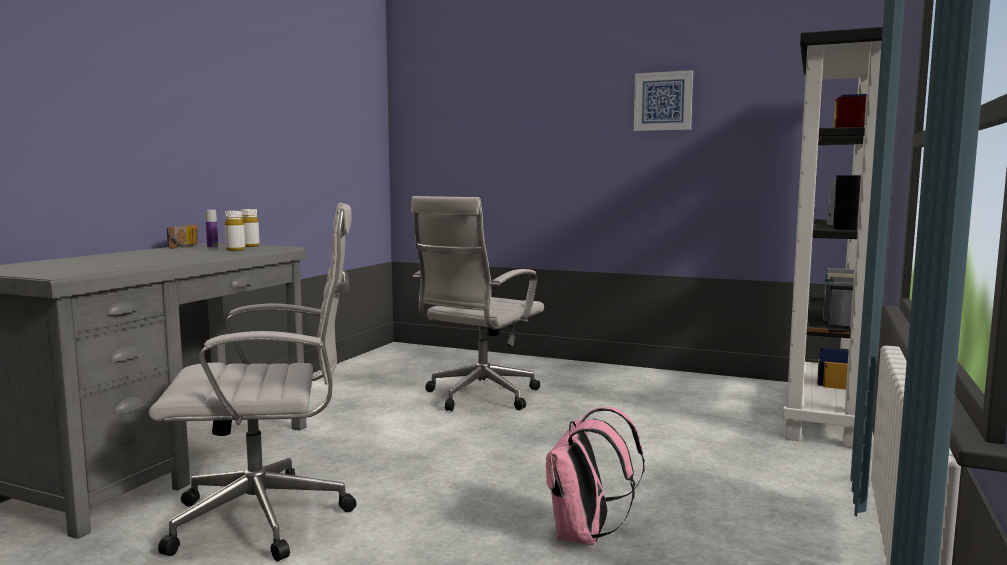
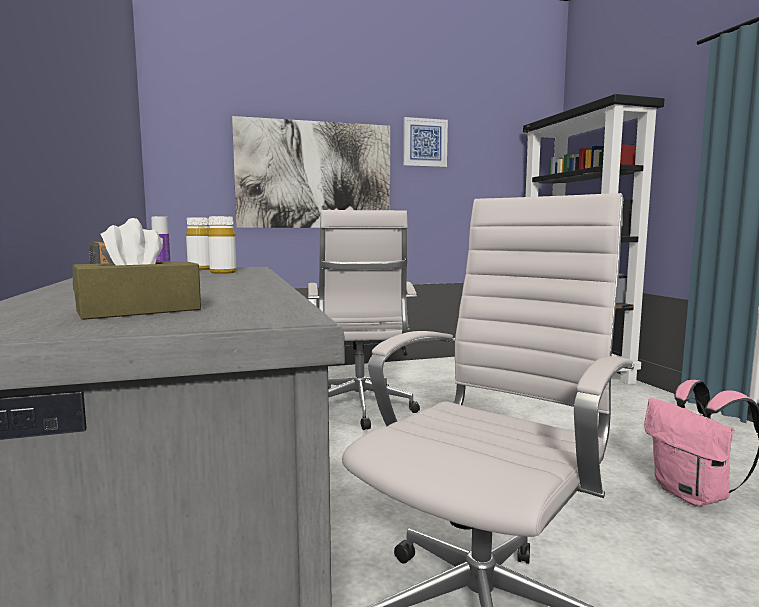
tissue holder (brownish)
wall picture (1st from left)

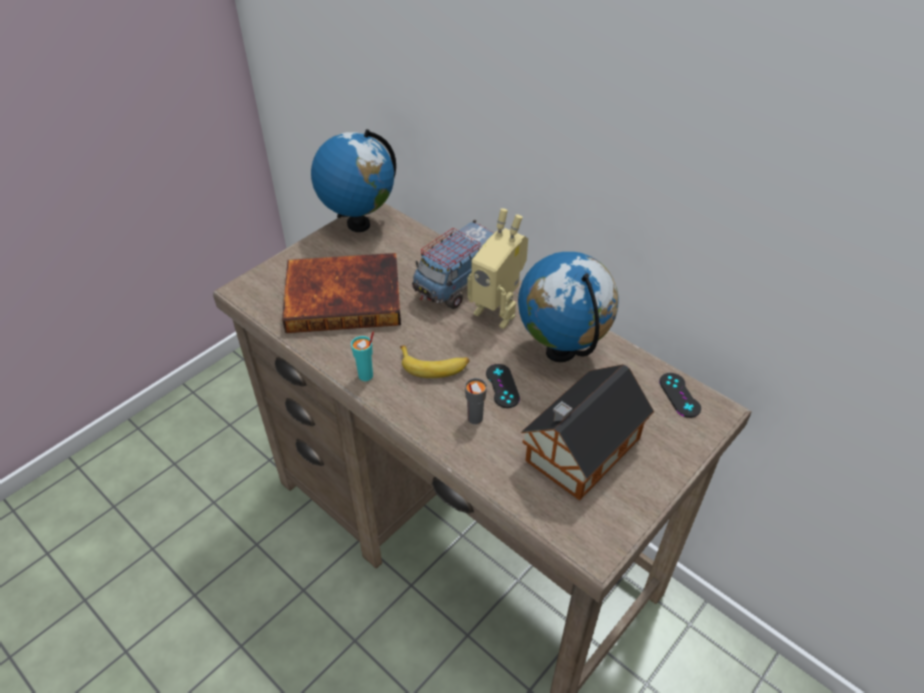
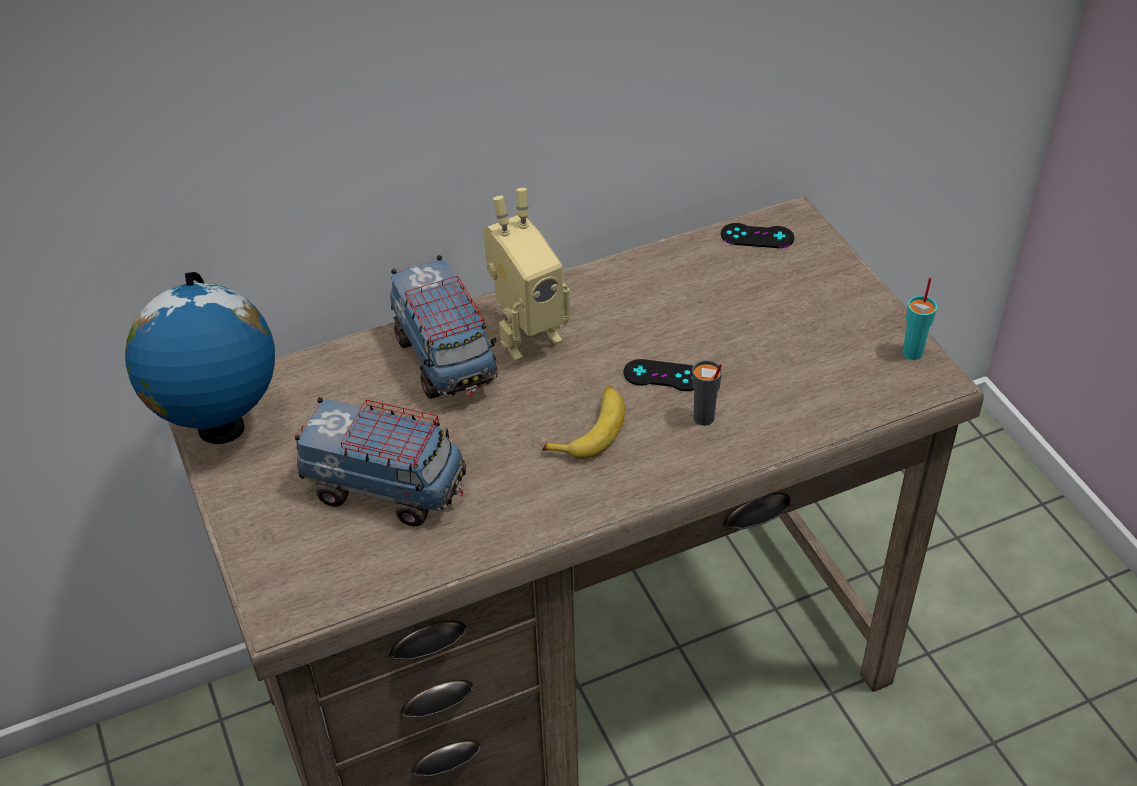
toy lorry (1st from left)
small cup (turquoise-coloured)
desk globe (2nd from left in the first image)
toy house

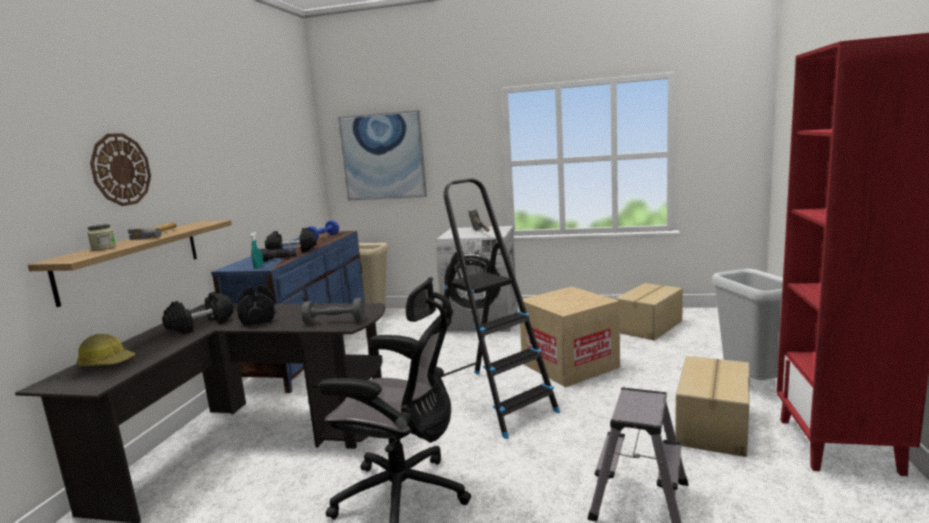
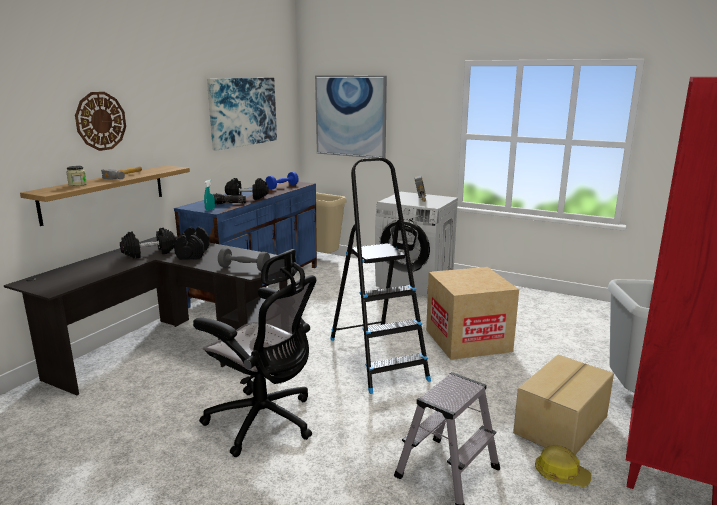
safety helmet
cardboard box (2nd from left in the first image)
wall picture (1st from left)

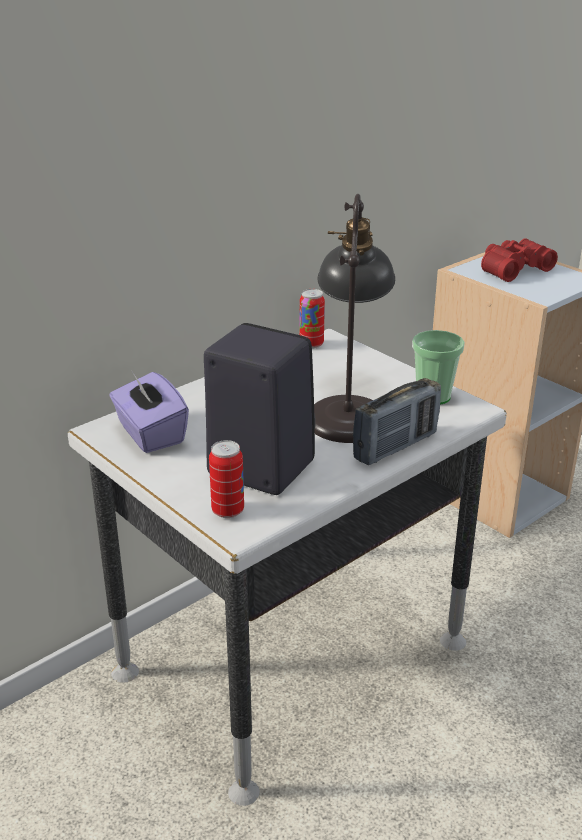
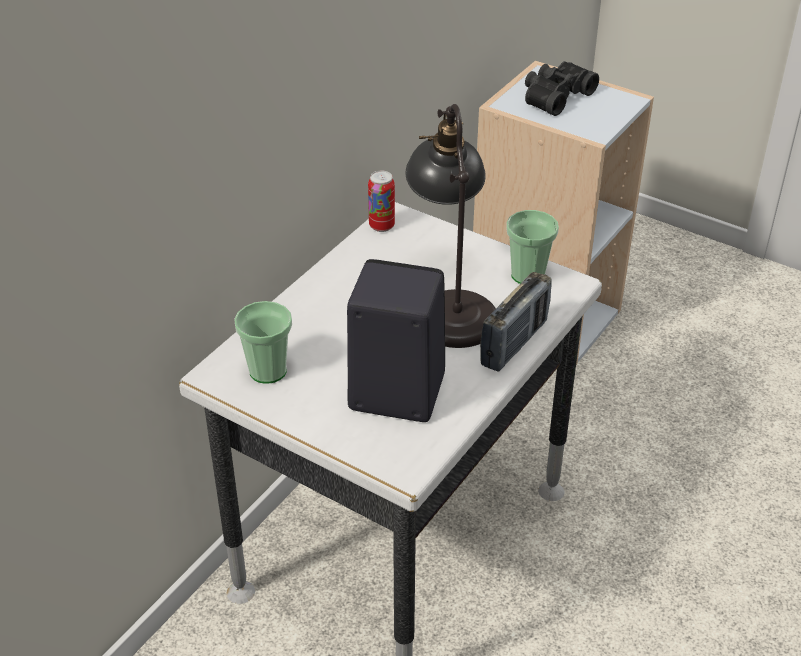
small cup (1st from left)
can (1st from left in the first image)
pair of binoculars (black-coloured)

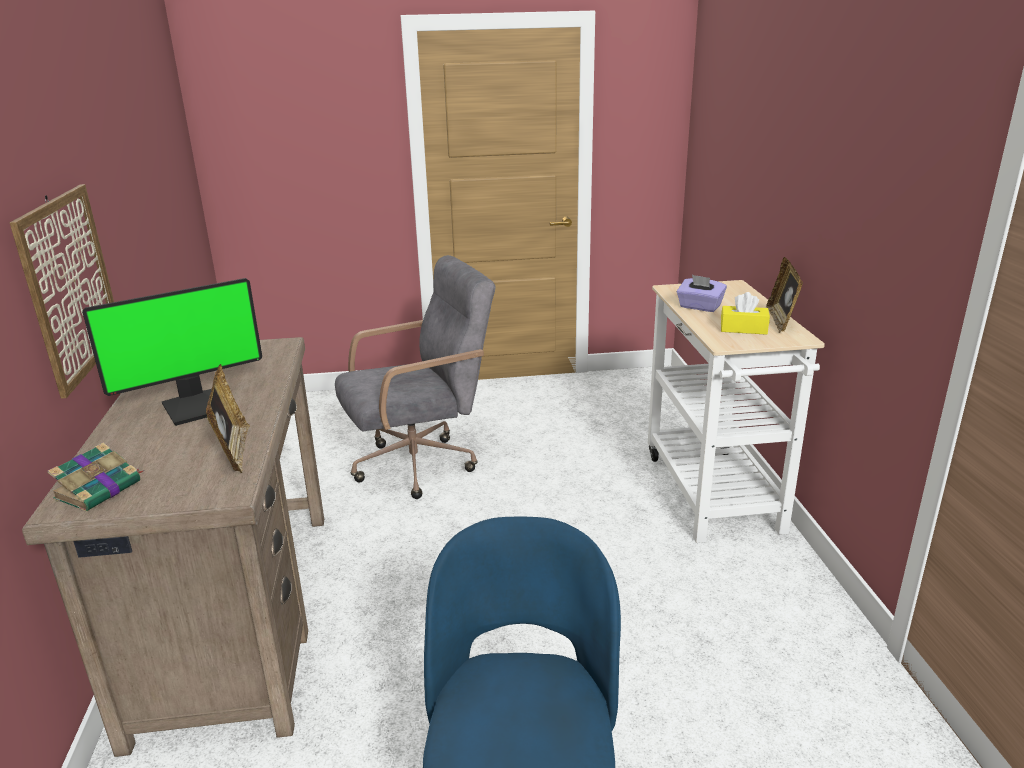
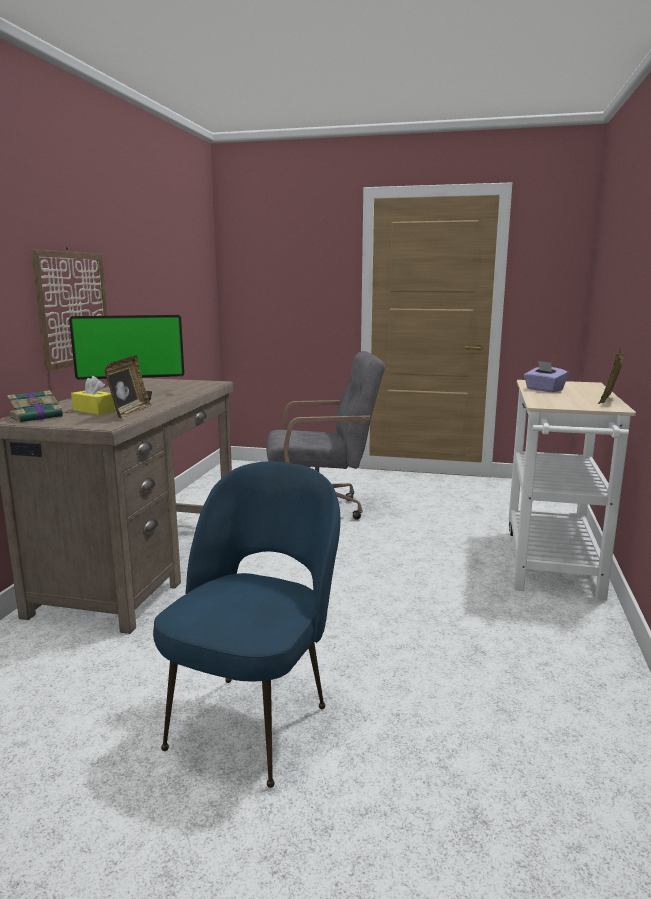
tissue holder (yellowish)

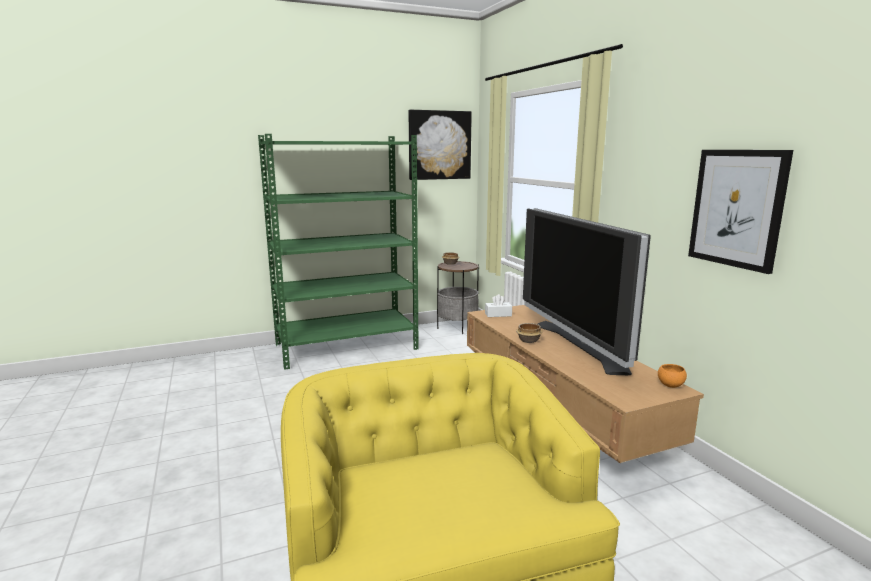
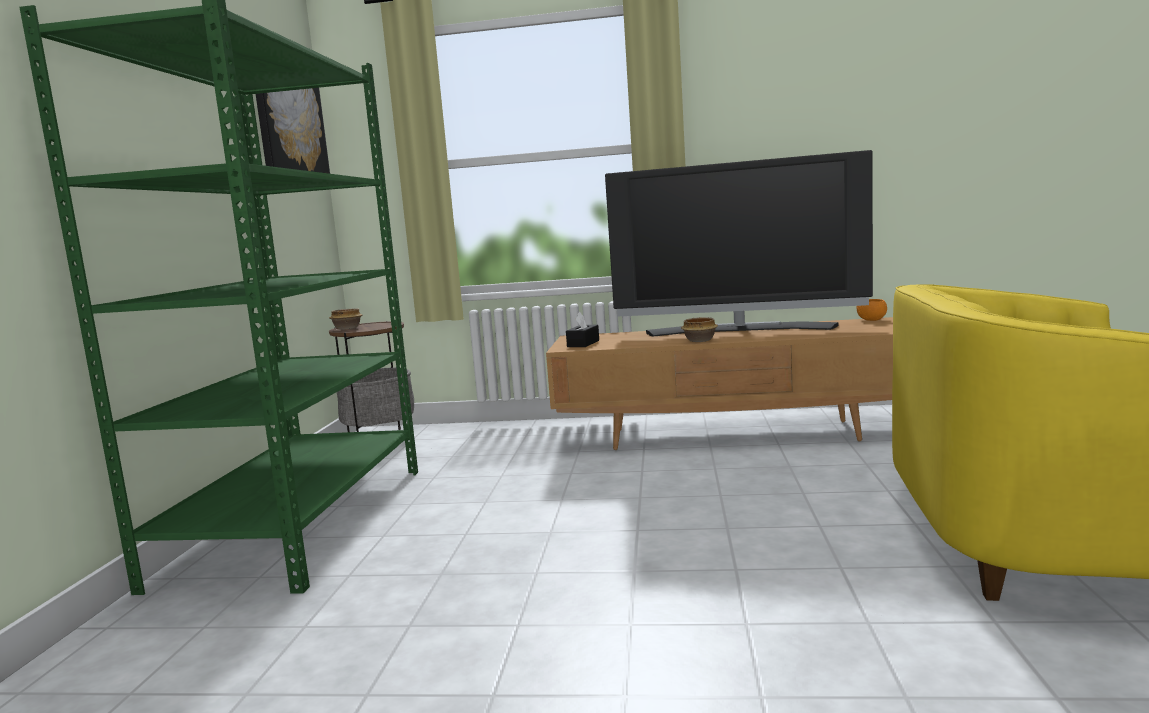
tissue holder (black-coloured)
wall picture (2nd from left in the first image)

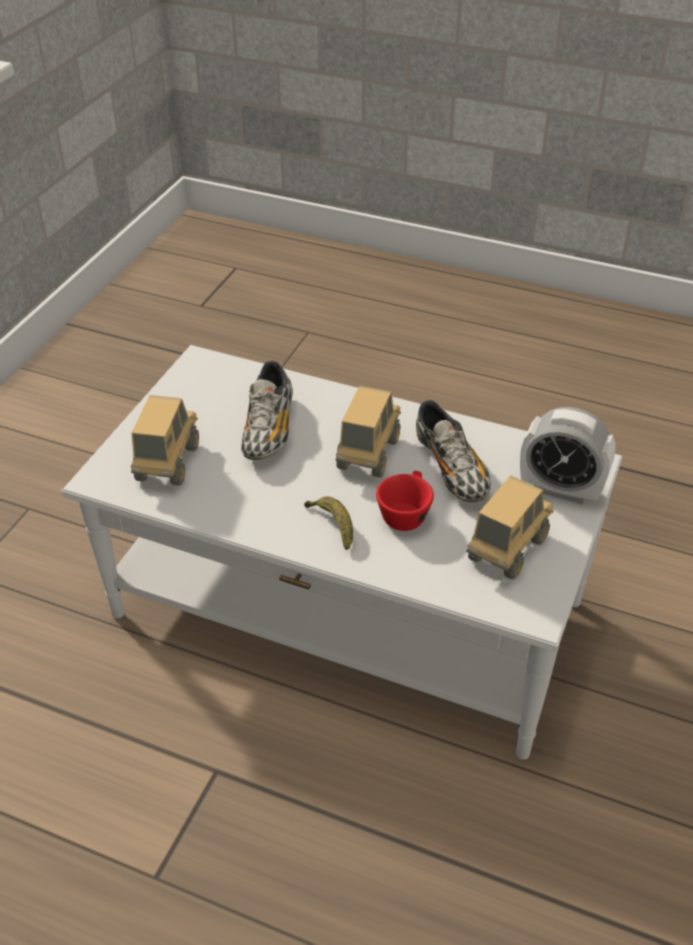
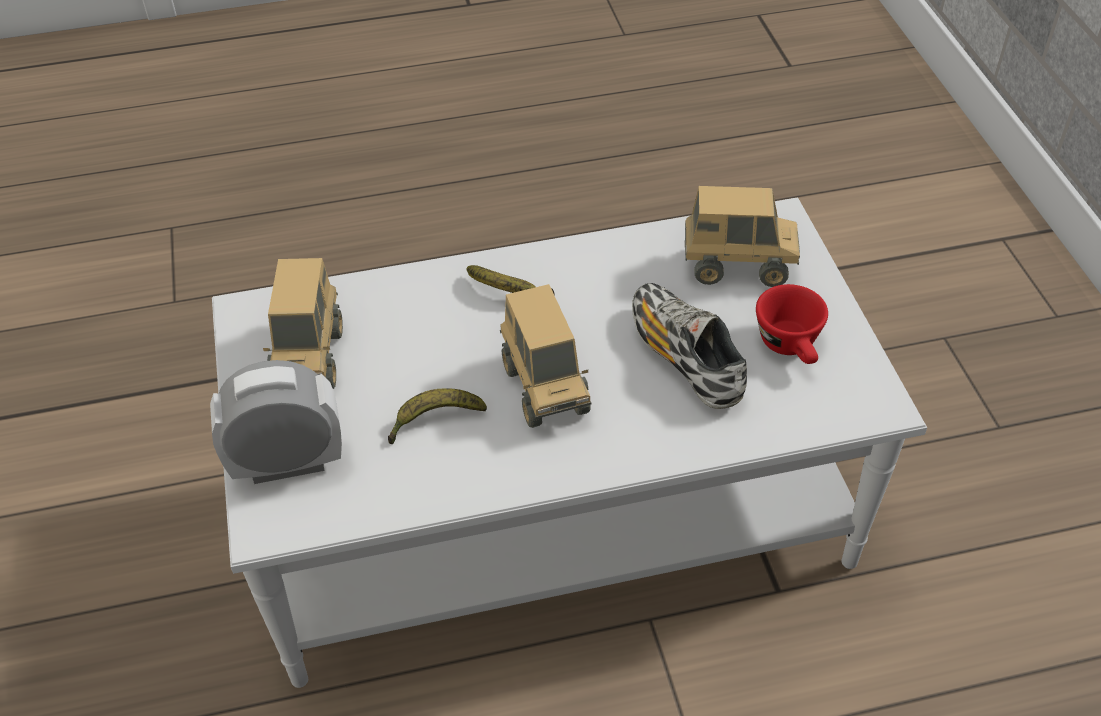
toy lorry (3rd from left)
small cup (red-coloured)
whole banana (1st from left)

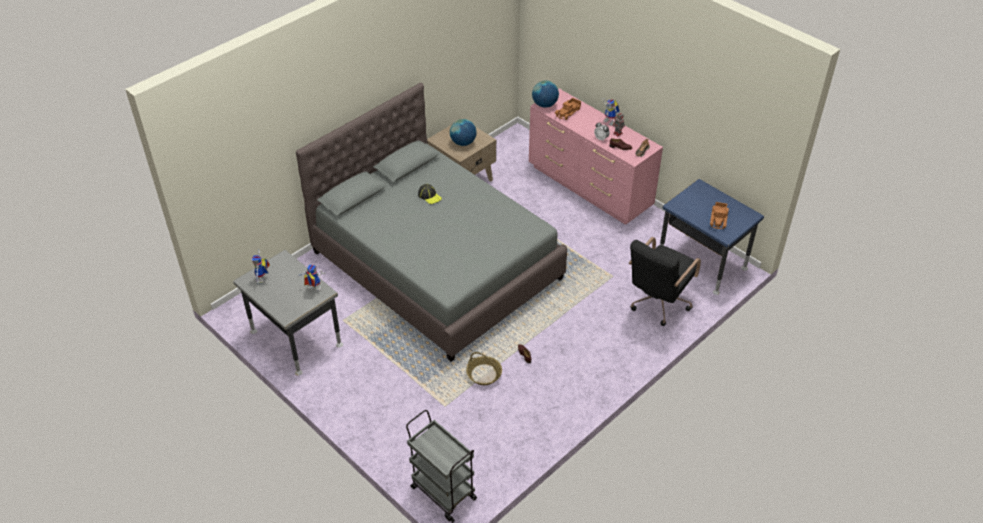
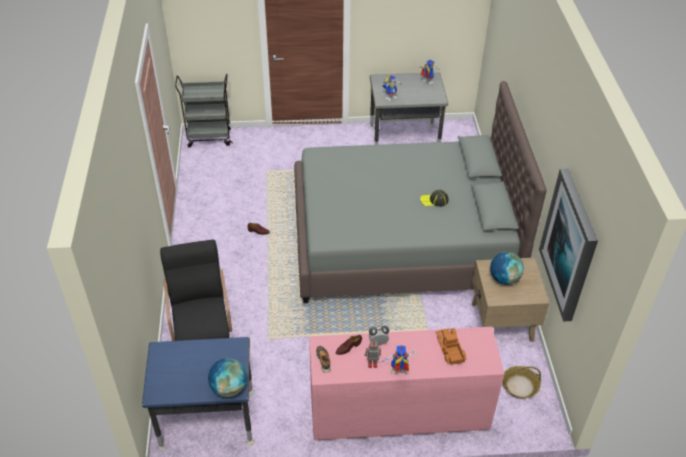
household basket
desk globe (1st from left)
toy lorry (2nd from left in the first image)
wall picture

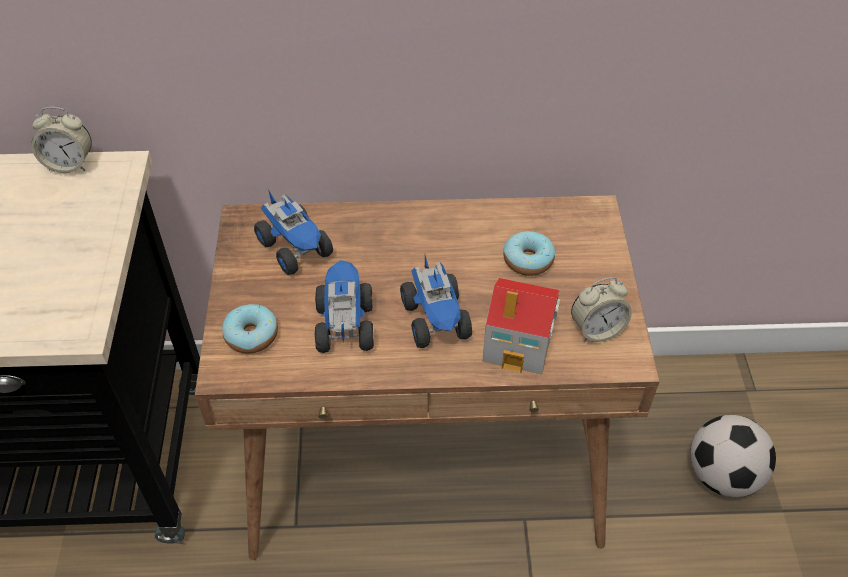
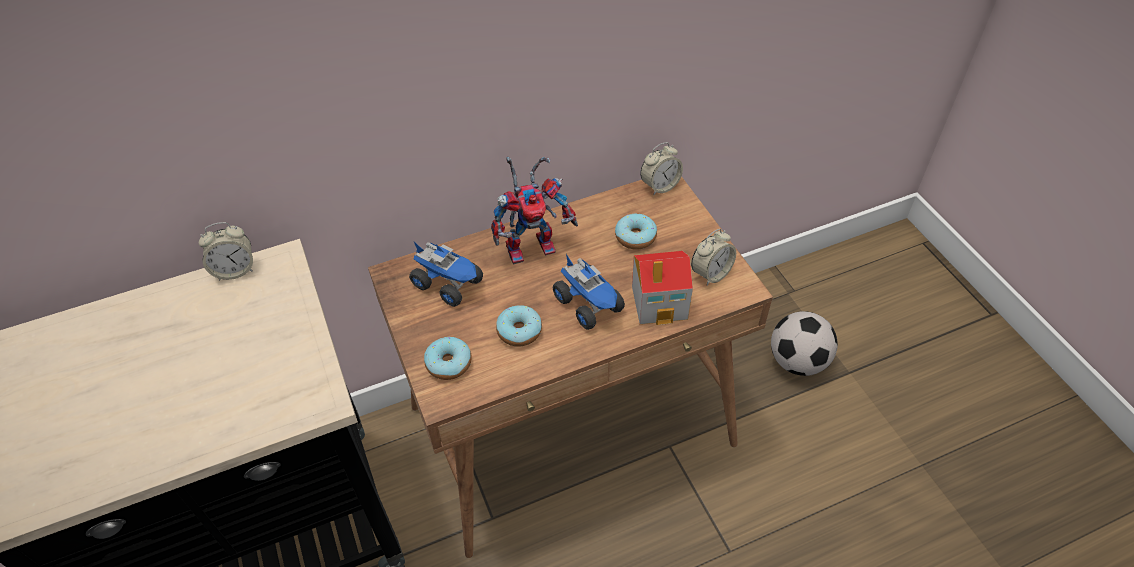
doughnut (2nd from left)
model robot
bedside clock (2nd from left)

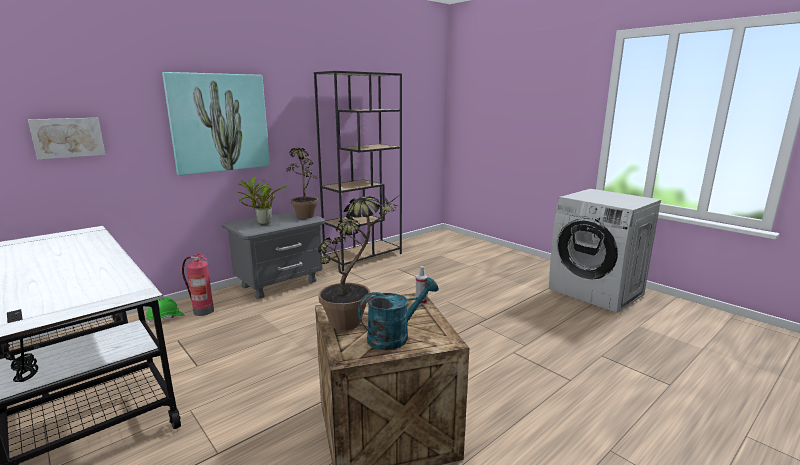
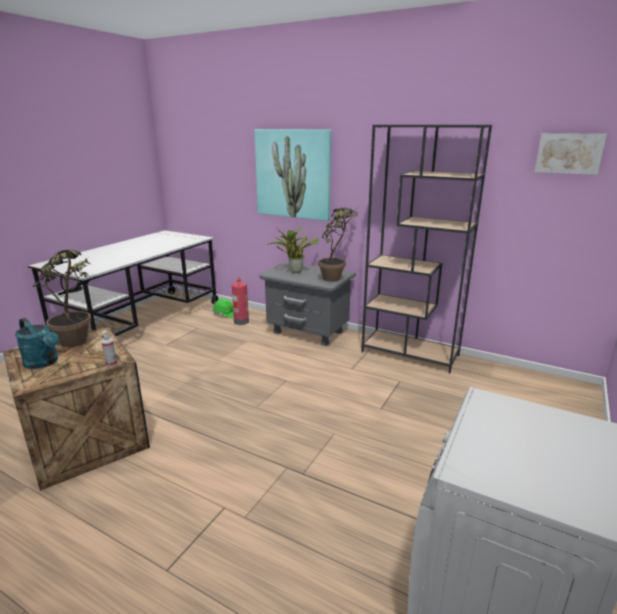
wall picture (2nd from left)

